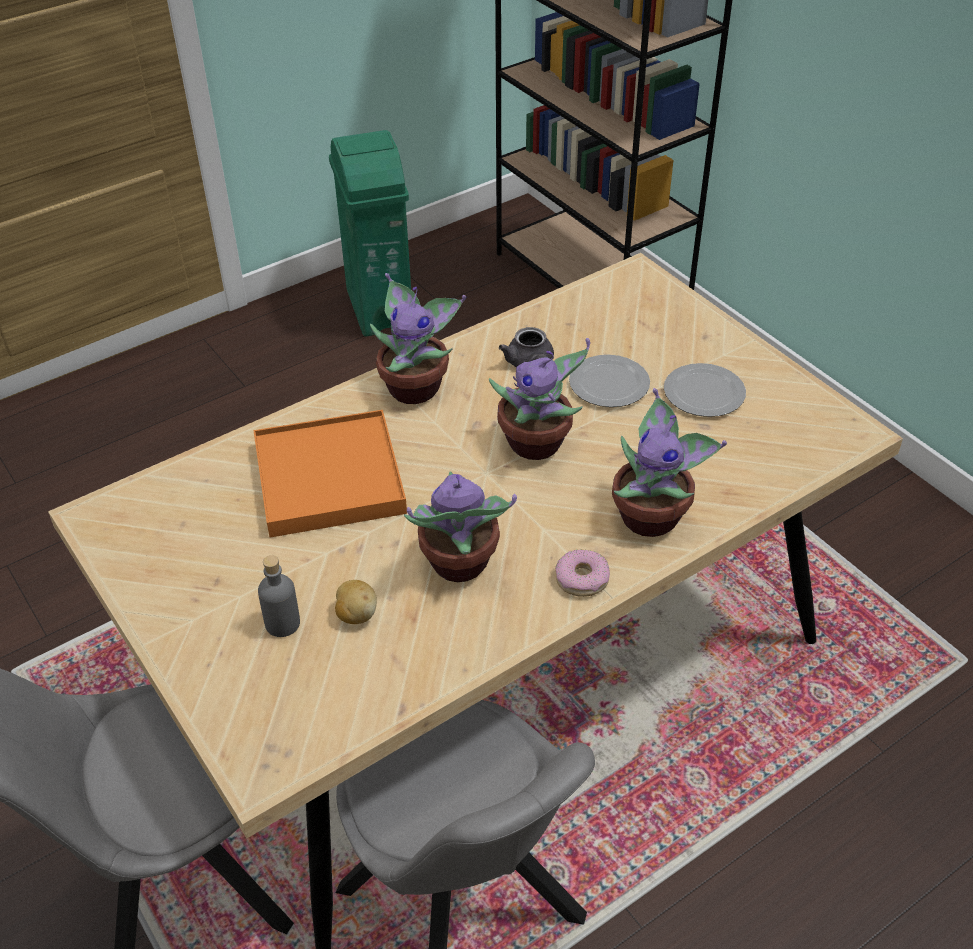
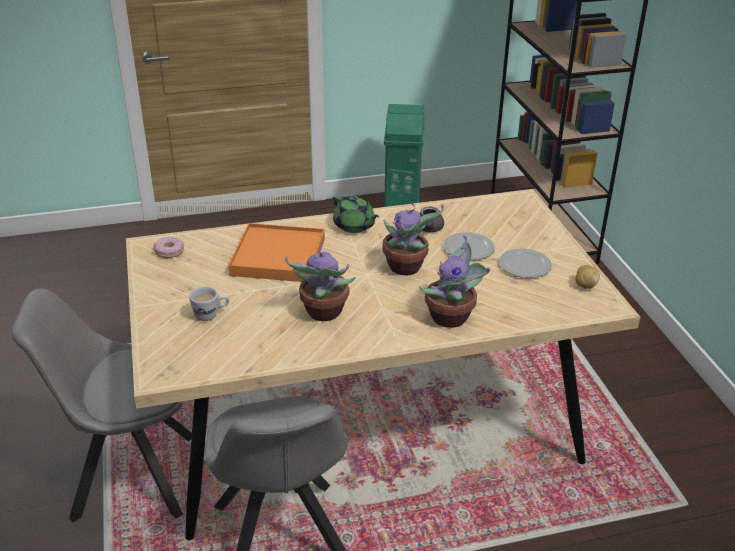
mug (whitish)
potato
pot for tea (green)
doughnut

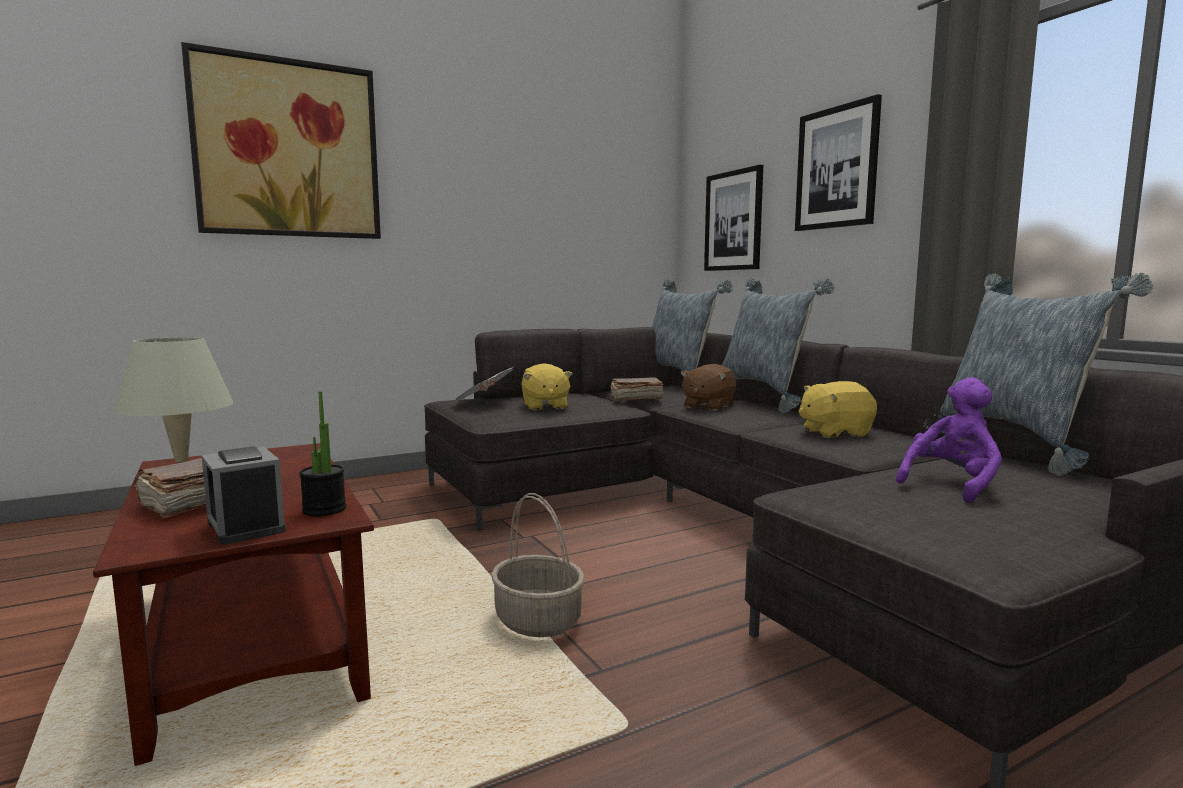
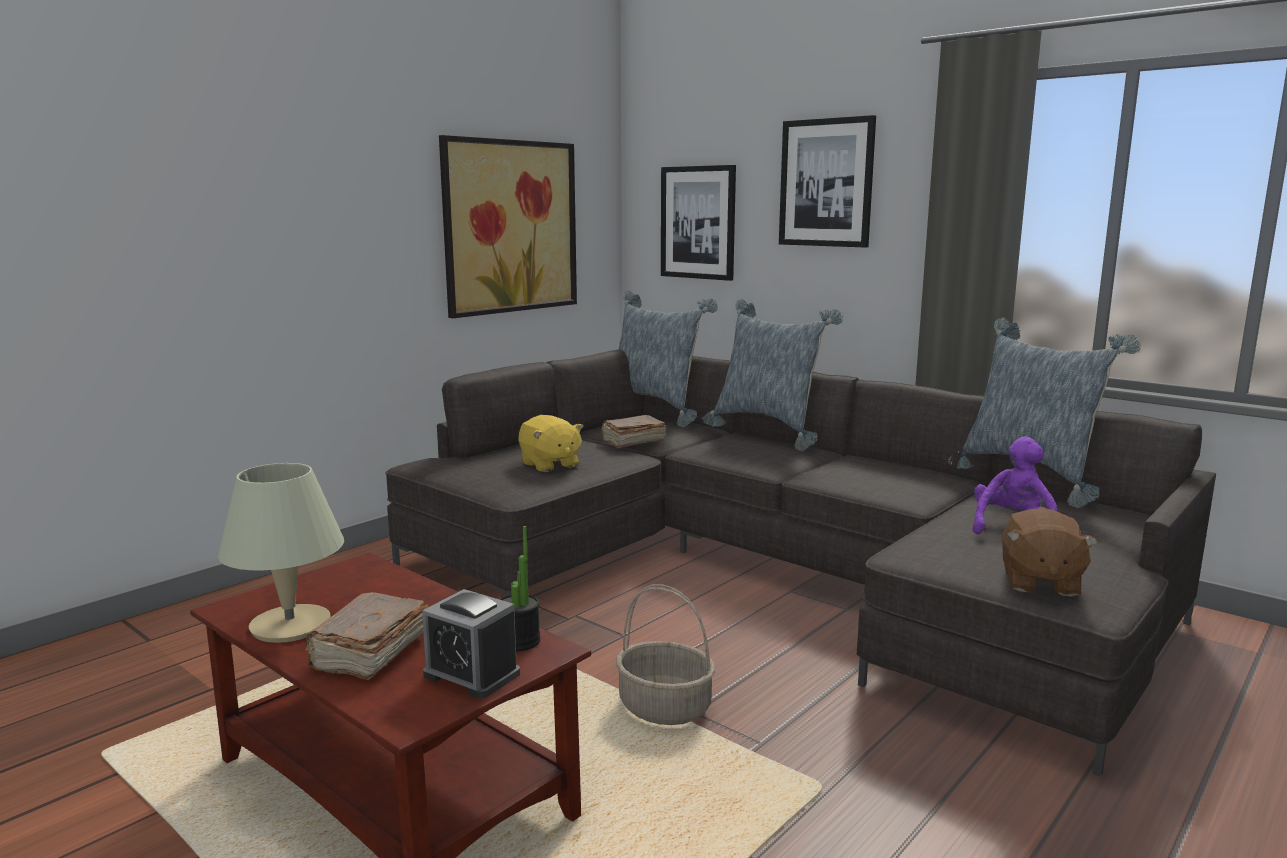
wall picture (1st from left)
daily paper
cuddly toy (brownish)
cuddly toy (yellowish) (2nd from left in the first image)

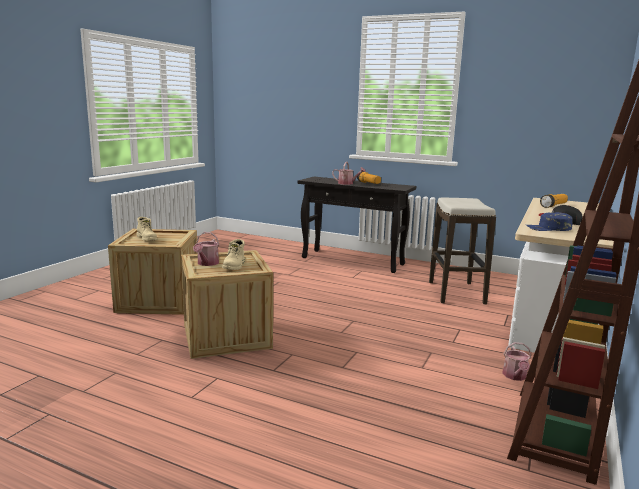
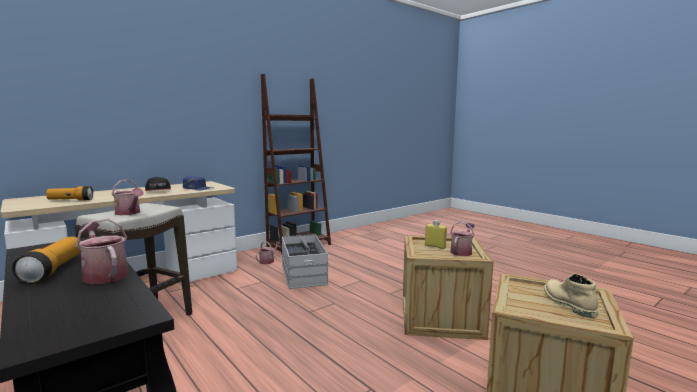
bottle (yellowish)
sprinkling can (2nd from left)
storage container (greyish)

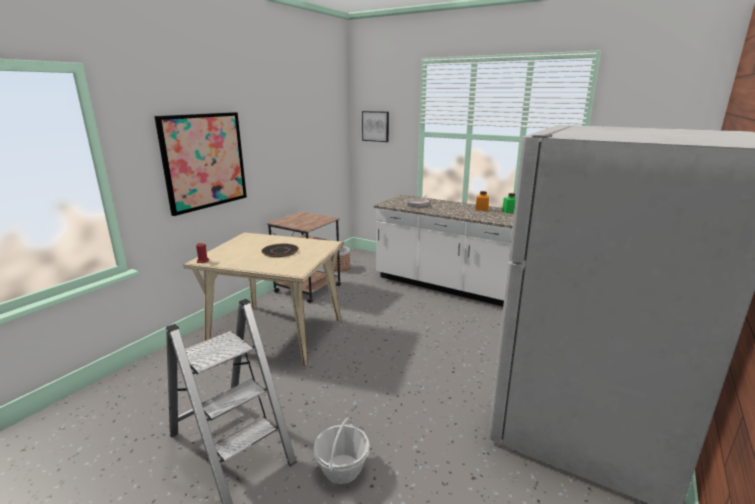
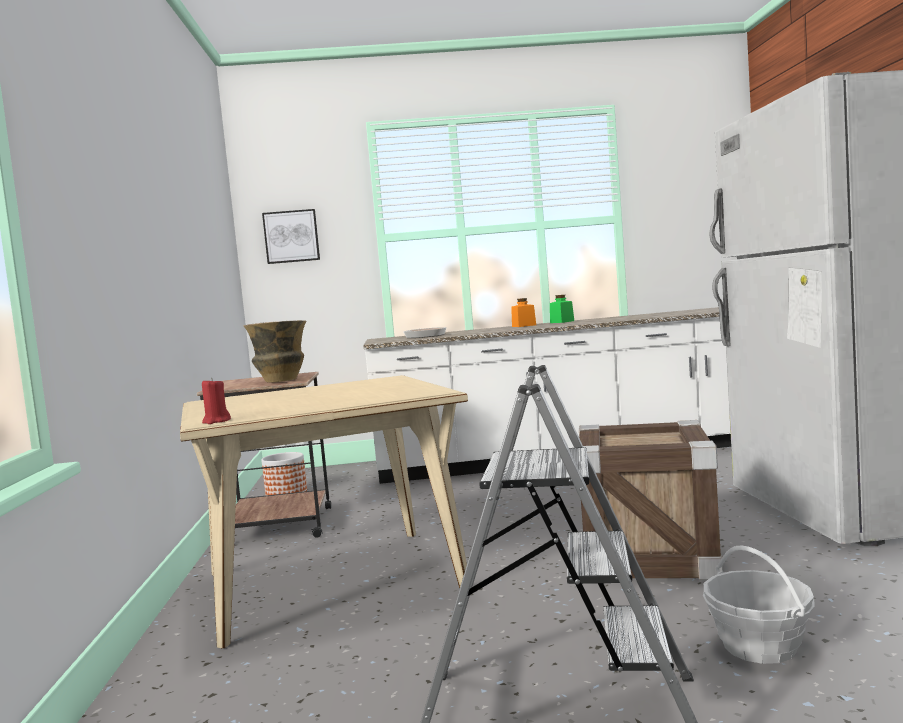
wall picture (1st from left in the first image)
flat dish (black-coloured)
vase
shipping crate

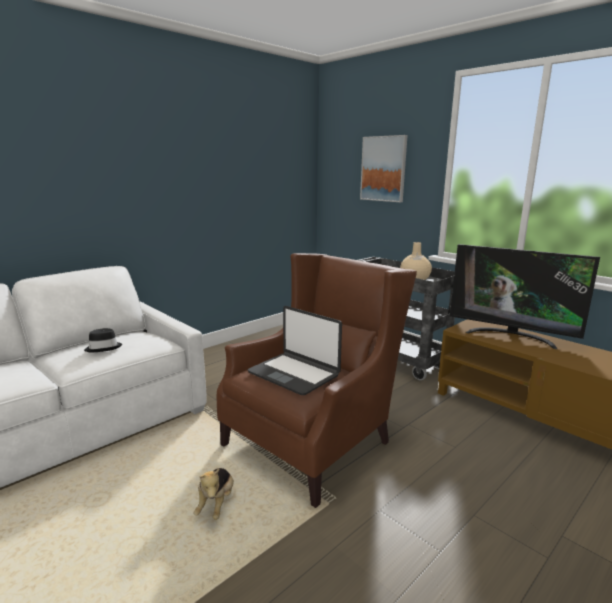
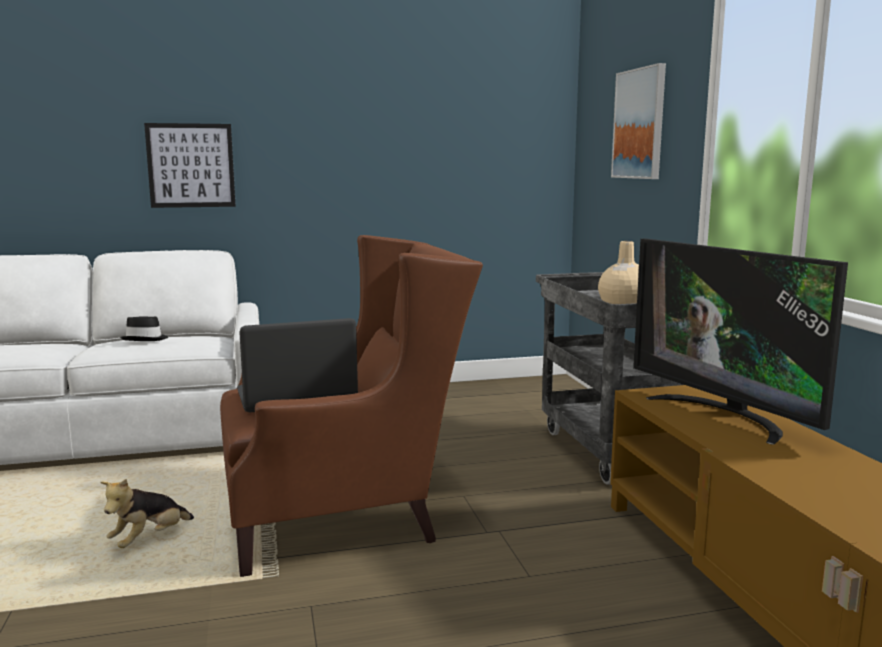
laptop
wall picture (1st from left)

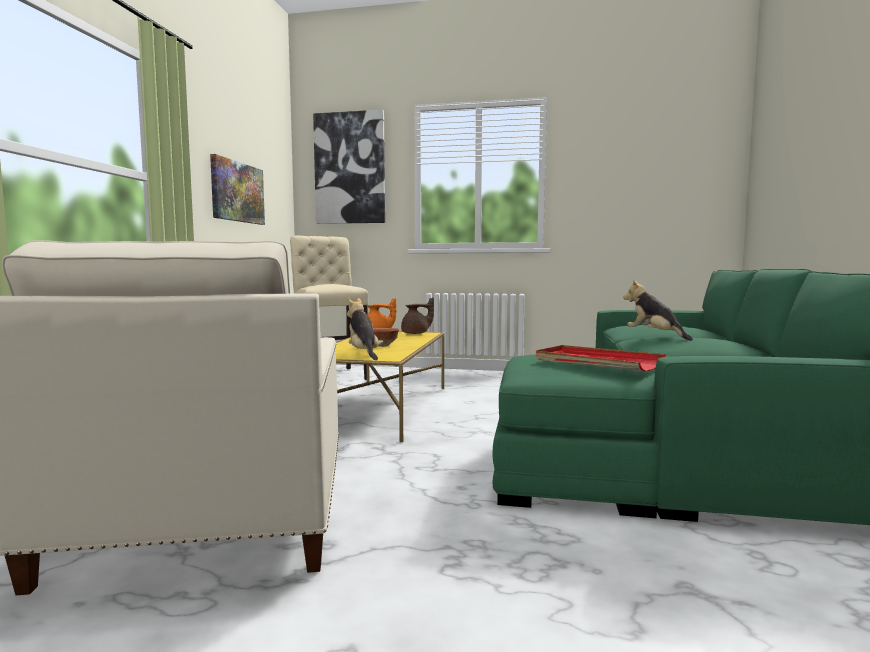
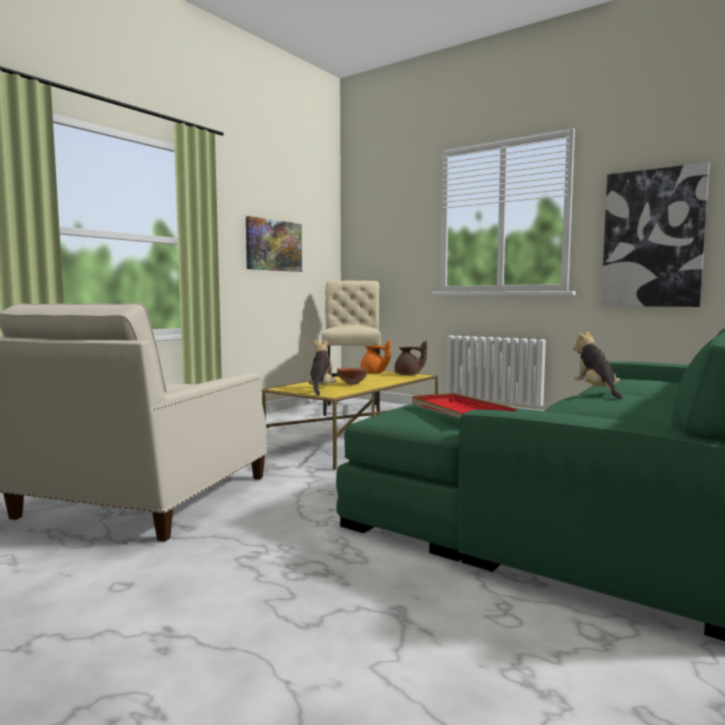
wall picture (2nd from left)

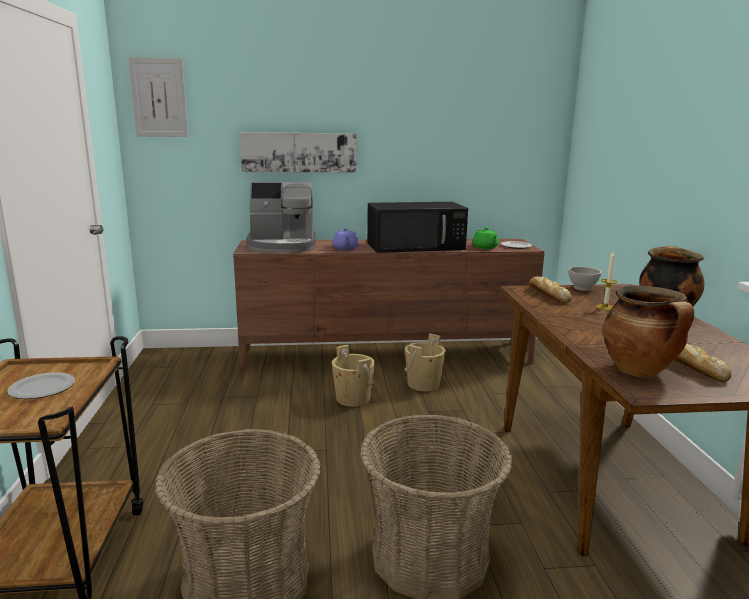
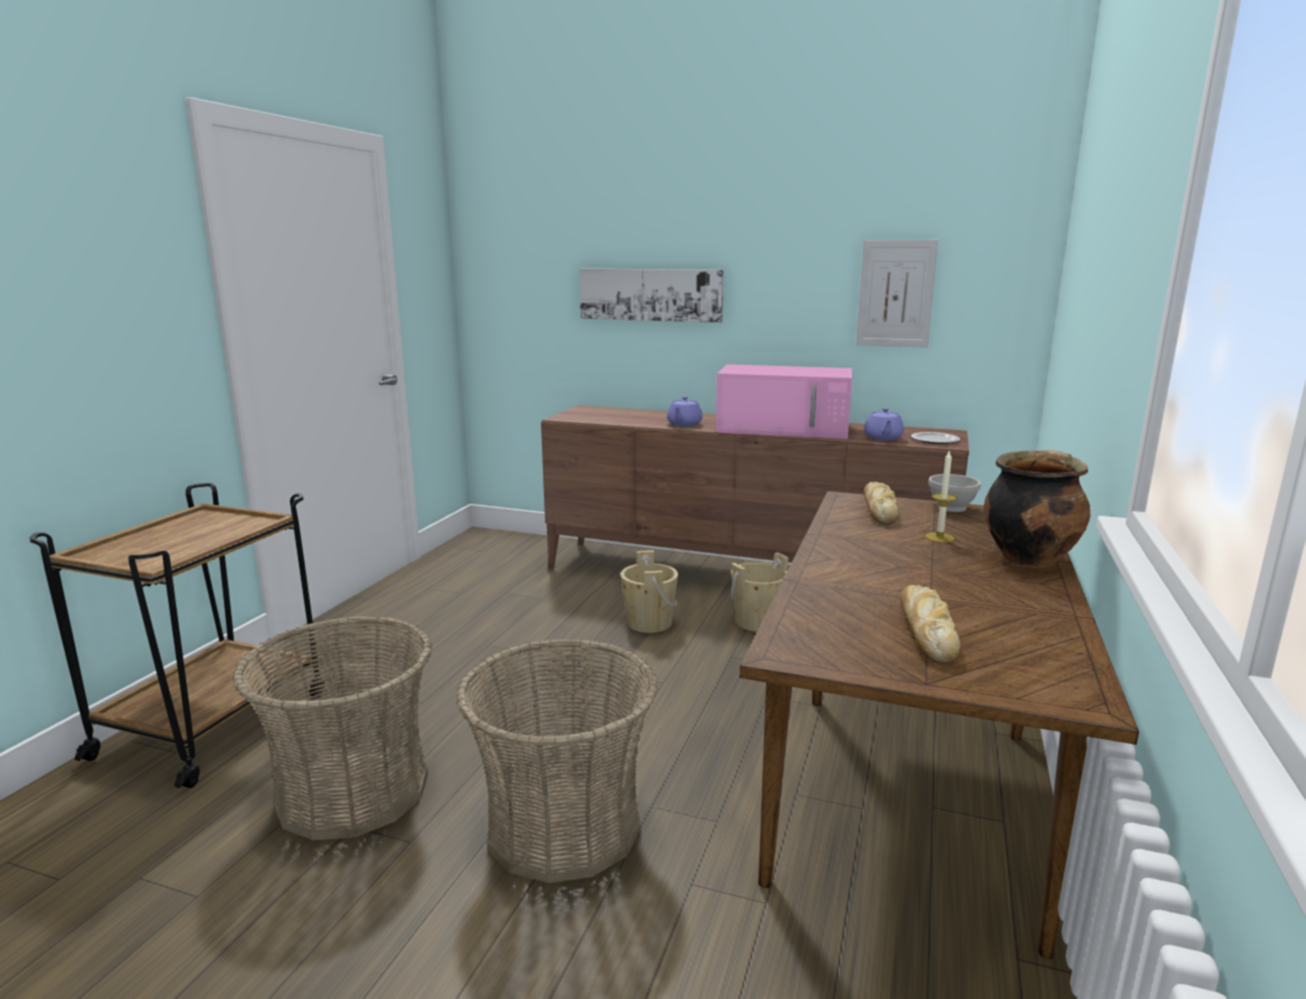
flat dish (1st from left in the first image)
wall picture (2nd from left)
coffee machine
kitchen microwave (pinkish)
pot for tea (purplish) (2nd from left)
saucepot (1st from left in the first image)

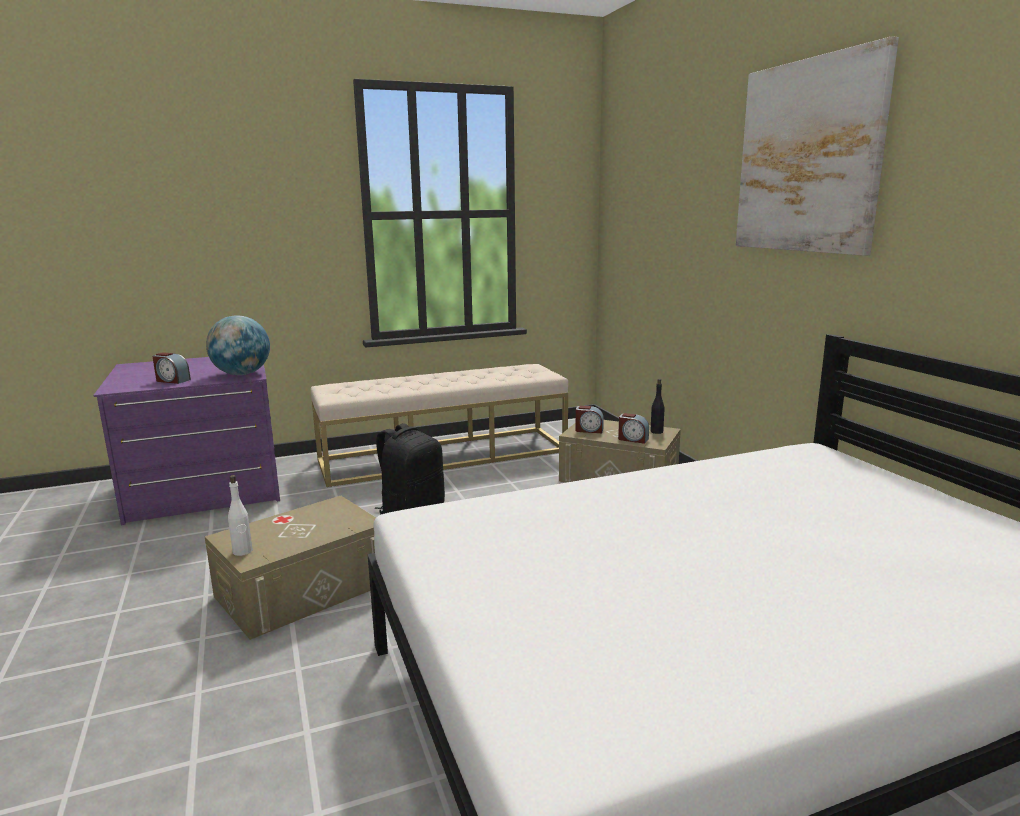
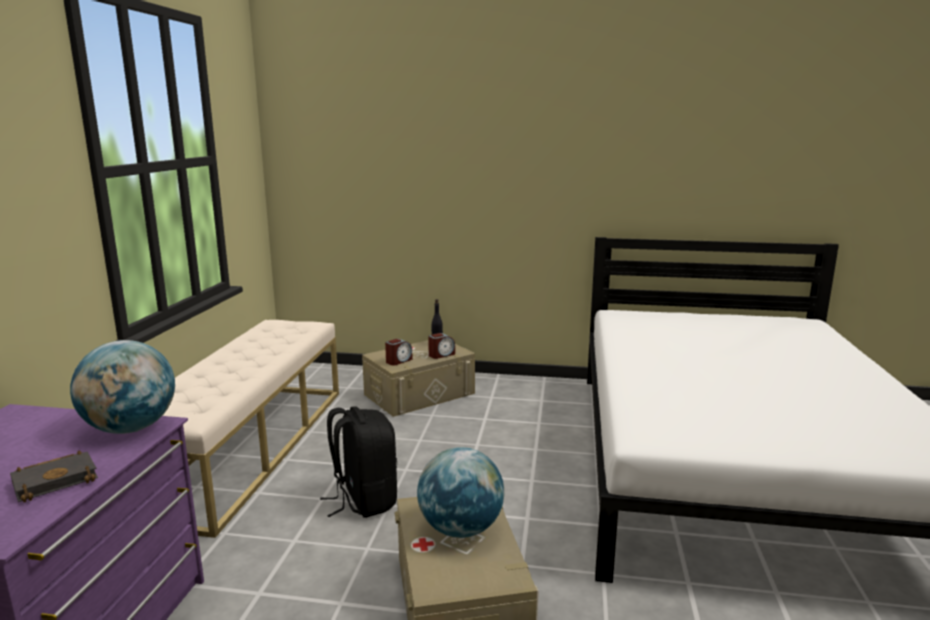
bound book (black-coloured)
bottle (whitish)
wall picture
desk globe (2nd from left)

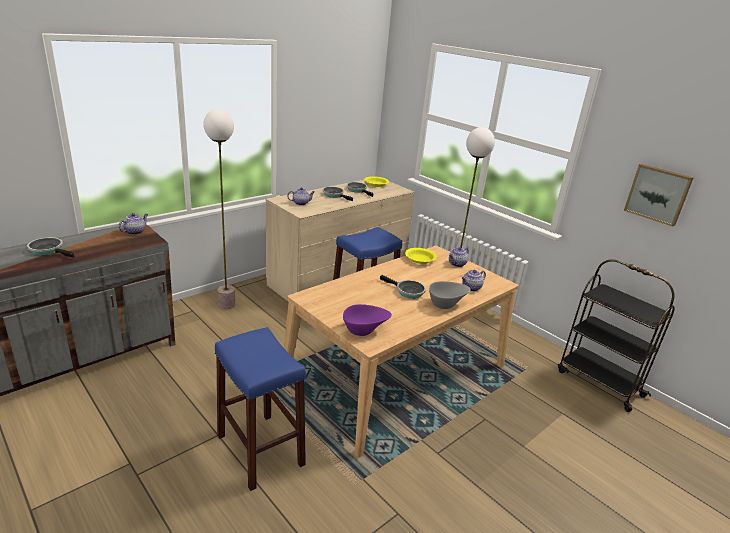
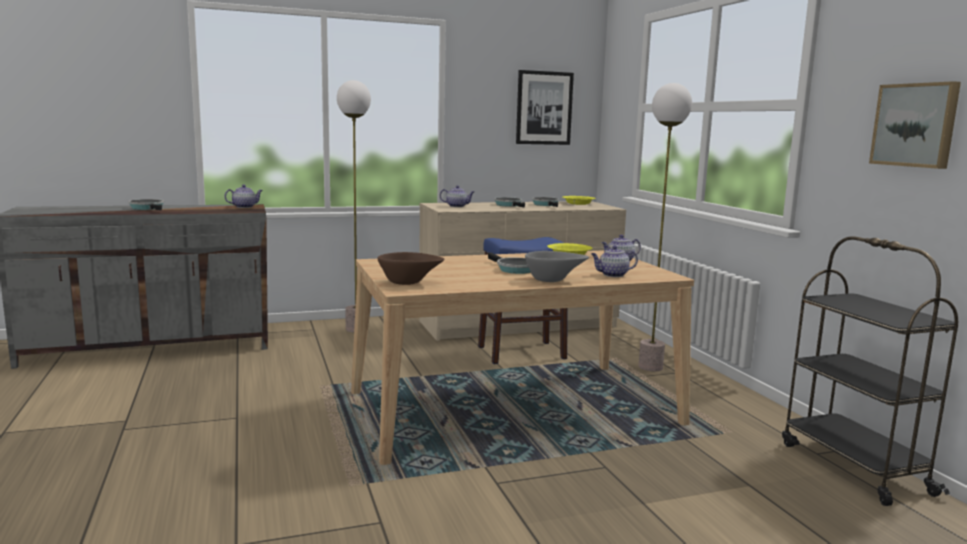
stool (bluish) (1st from left in the first image)
bowl (brownish)
wall picture (1st from left)

